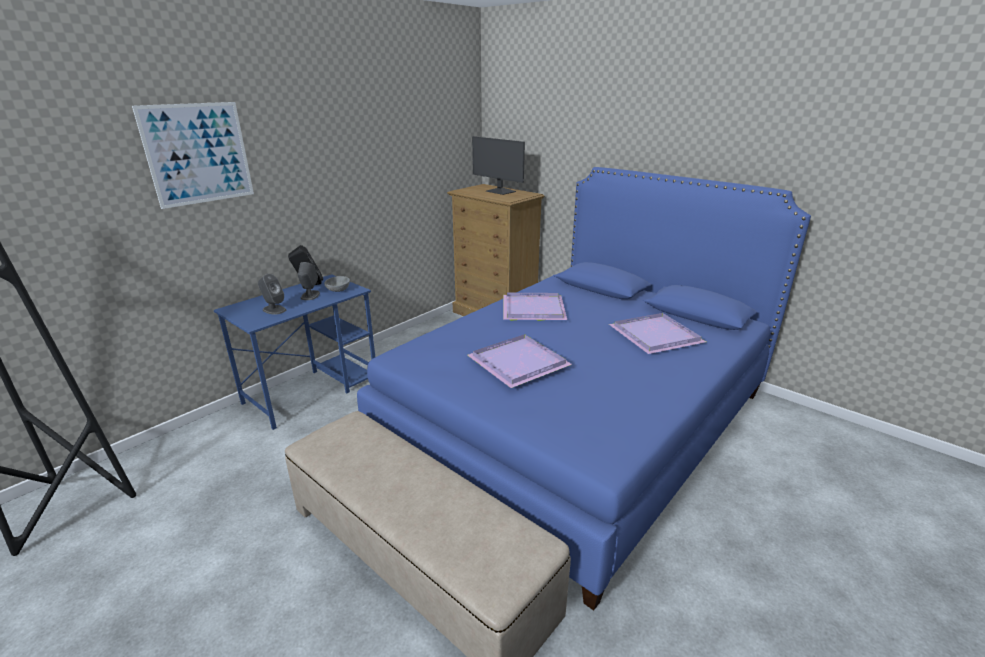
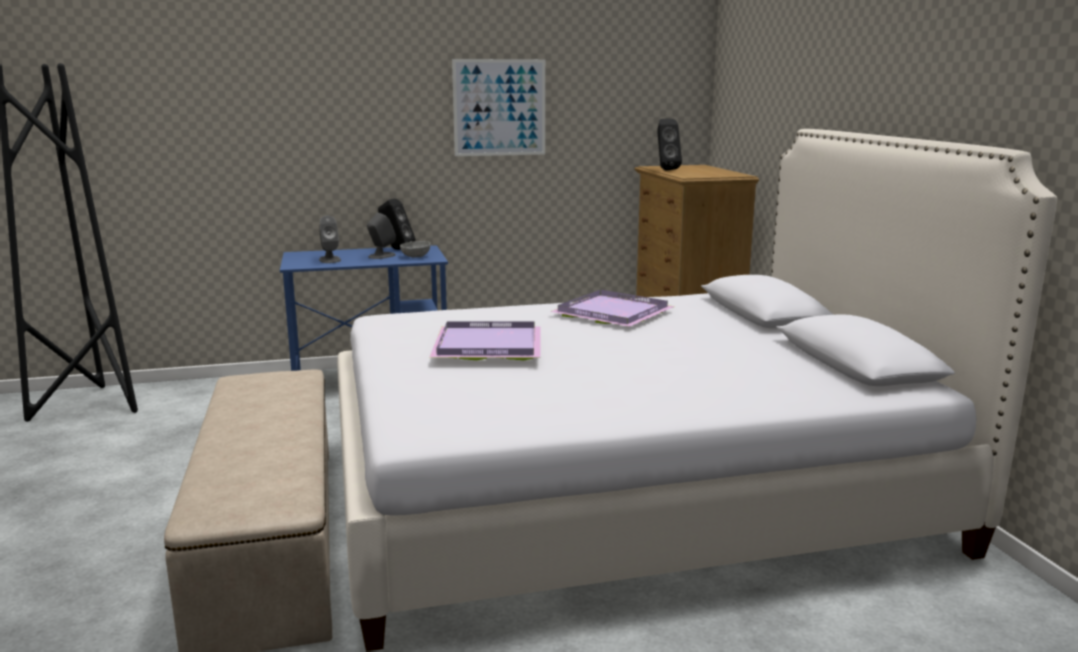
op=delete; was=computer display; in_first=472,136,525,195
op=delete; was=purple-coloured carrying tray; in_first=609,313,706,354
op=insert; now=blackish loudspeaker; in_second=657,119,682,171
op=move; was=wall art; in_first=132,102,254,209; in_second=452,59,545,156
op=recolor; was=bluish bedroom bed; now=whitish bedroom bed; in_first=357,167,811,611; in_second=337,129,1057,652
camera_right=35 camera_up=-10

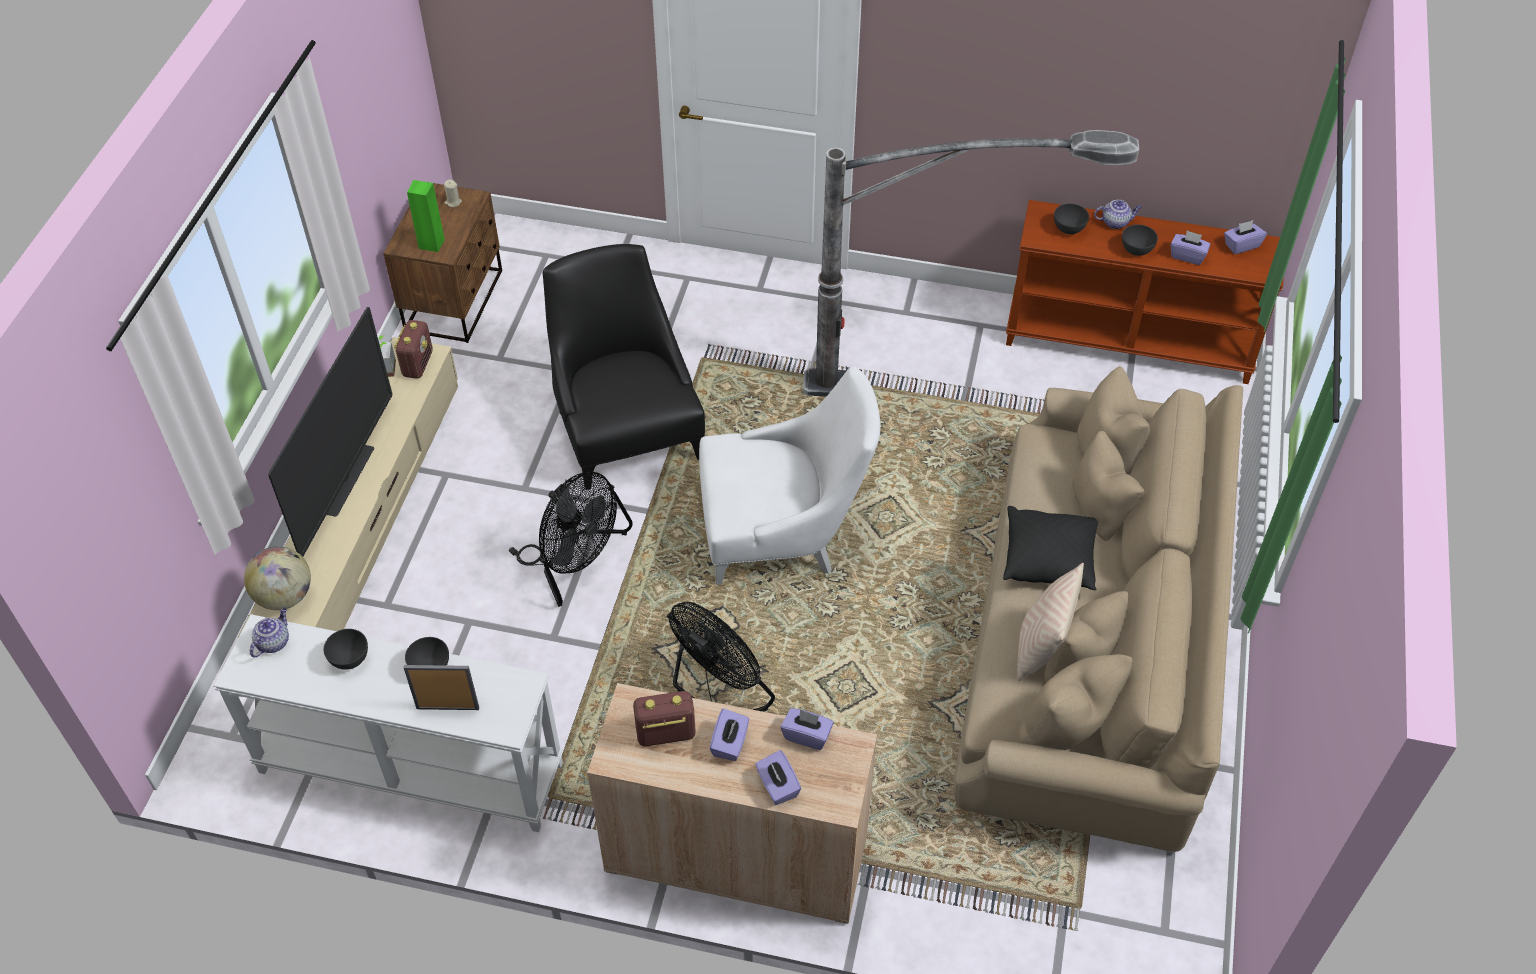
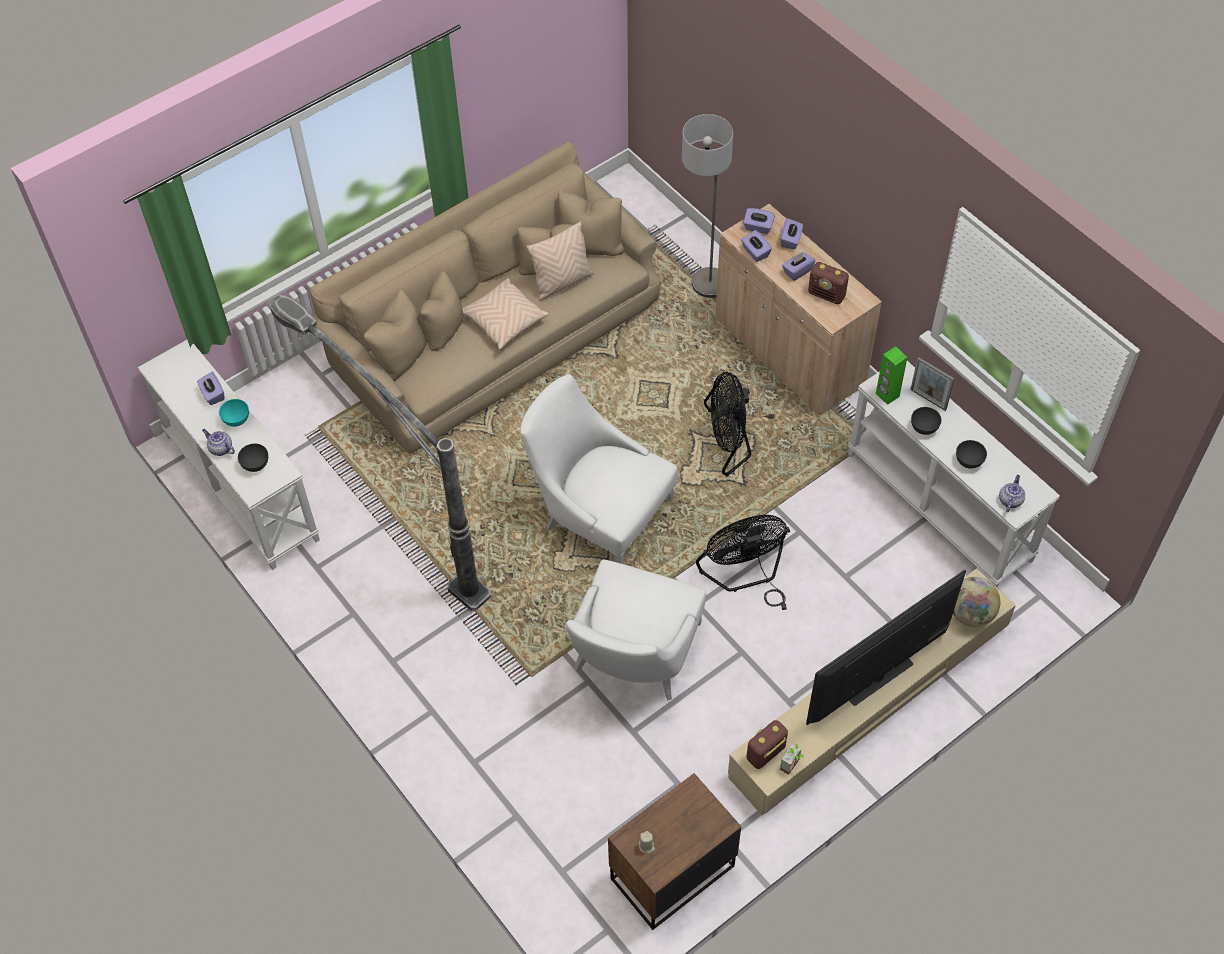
op=insert; now=grey floor lamp; in_second=682,114,733,298
op=move; was=green-coloured loudspeaker; in_first=407,180,445,252; in_second=876,346,907,405
op=move; was=purple-coloured tissue holder; in_first=1224,220,1267,254; in_second=743,208,775,234
op=recolor; was=blackish lounge chair; now=whitish lounge chair; in_first=543,244,705,490; in_second=566,559,706,701
op=recolor; was=blackish throw pillow; now=beige throw pillow; in_first=1003,506,1098,590; in_second=463,278,549,349
op=recolor; was=brown console table; now=whitish console table; in_first=1006,200,1284,384; in_second=138,340,320,570
op=recolor; was=grey deep dish; now=turquoise deep dish; in_first=1122,224,1158,256; in_second=219,399,249,427
op=rotate; was=tea pot; in_first=250,607,289,657; in_second=999,475,1025,512; clockwise=135
camera_right=-140 camera_up=5

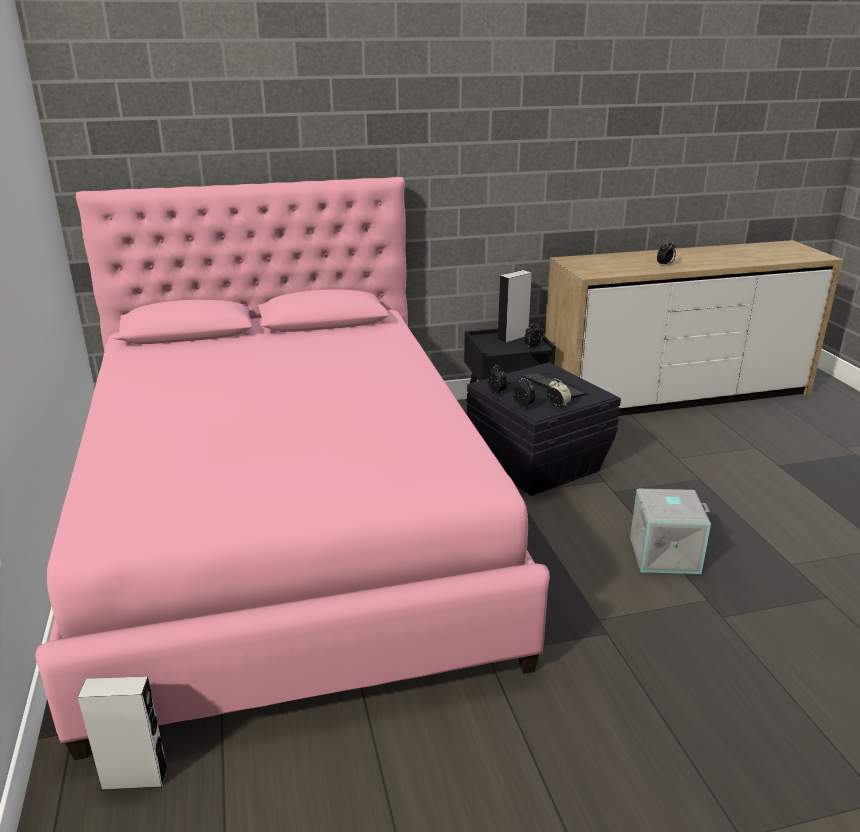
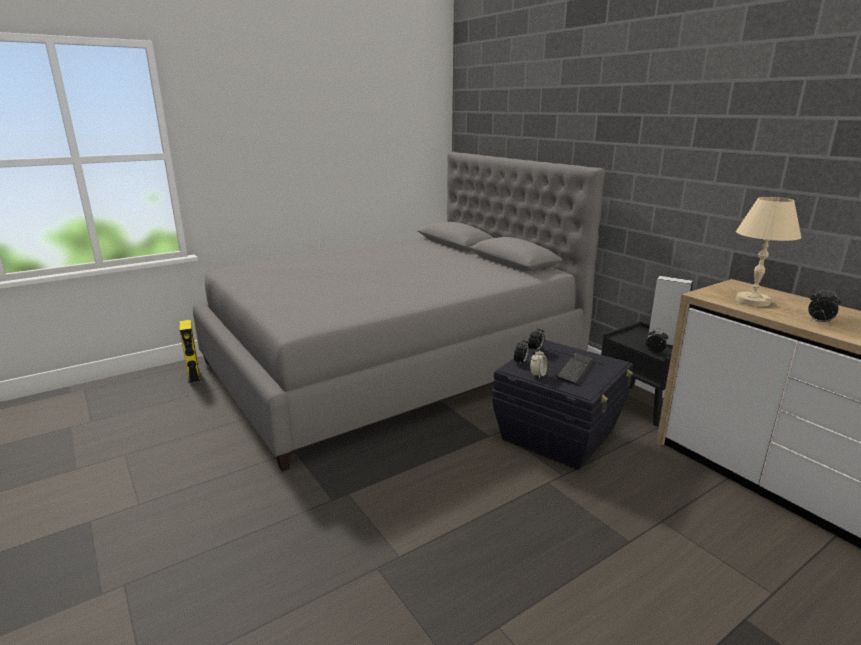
op=delete; was=grey storage container; in_first=630,489,711,574
op=insert; now=beige table lamp; in_second=736,197,801,307
op=recolor; was=pink-coloured bedroom bed; now=grey bedroom bed; in_first=35,177,550,760; in_second=193,152,605,472
op=recolor; was=grey loudspeaker; now=yellow-coloured loudspeaker; in_first=78,676,168,791; in_second=179,319,201,383
camera_right=70 camera_up=-5

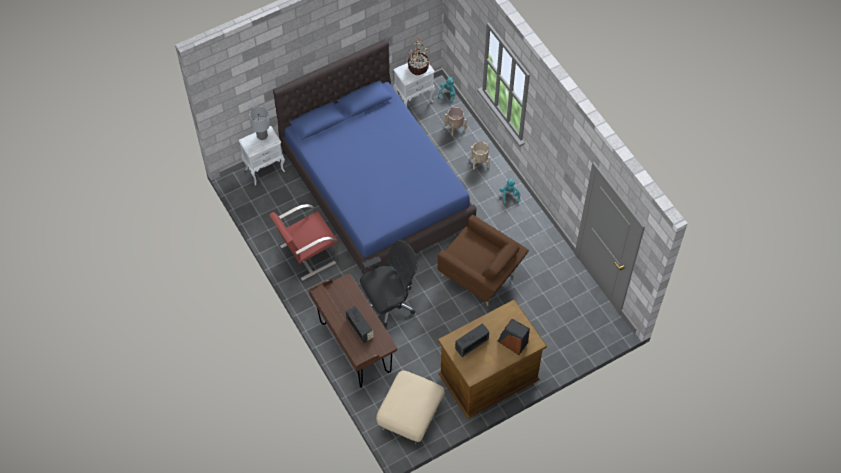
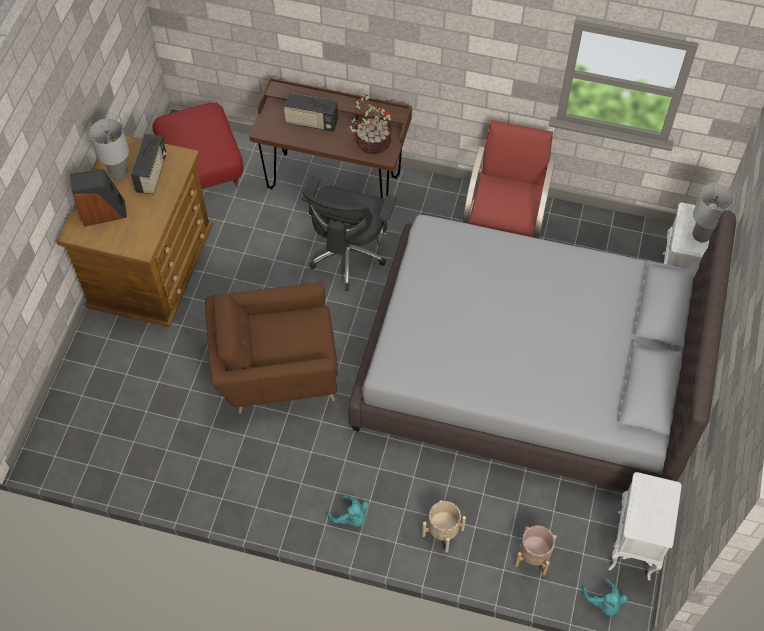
op=insert; now=grey table lamp; in_second=89,118,129,180
op=move; was=potted plant; in_first=408,39,431,75; in_second=347,94,393,154
op=recolor; was=bluish bedroom bed; now=grey bedroom bed; in_first=273,39,477,275; in_second=348,211,736,491
op=recolor; was=beige footrest; now=red footrest; in_first=376,370,445,444; in_second=152,103,243,189
camera_right=135 camera_up=0

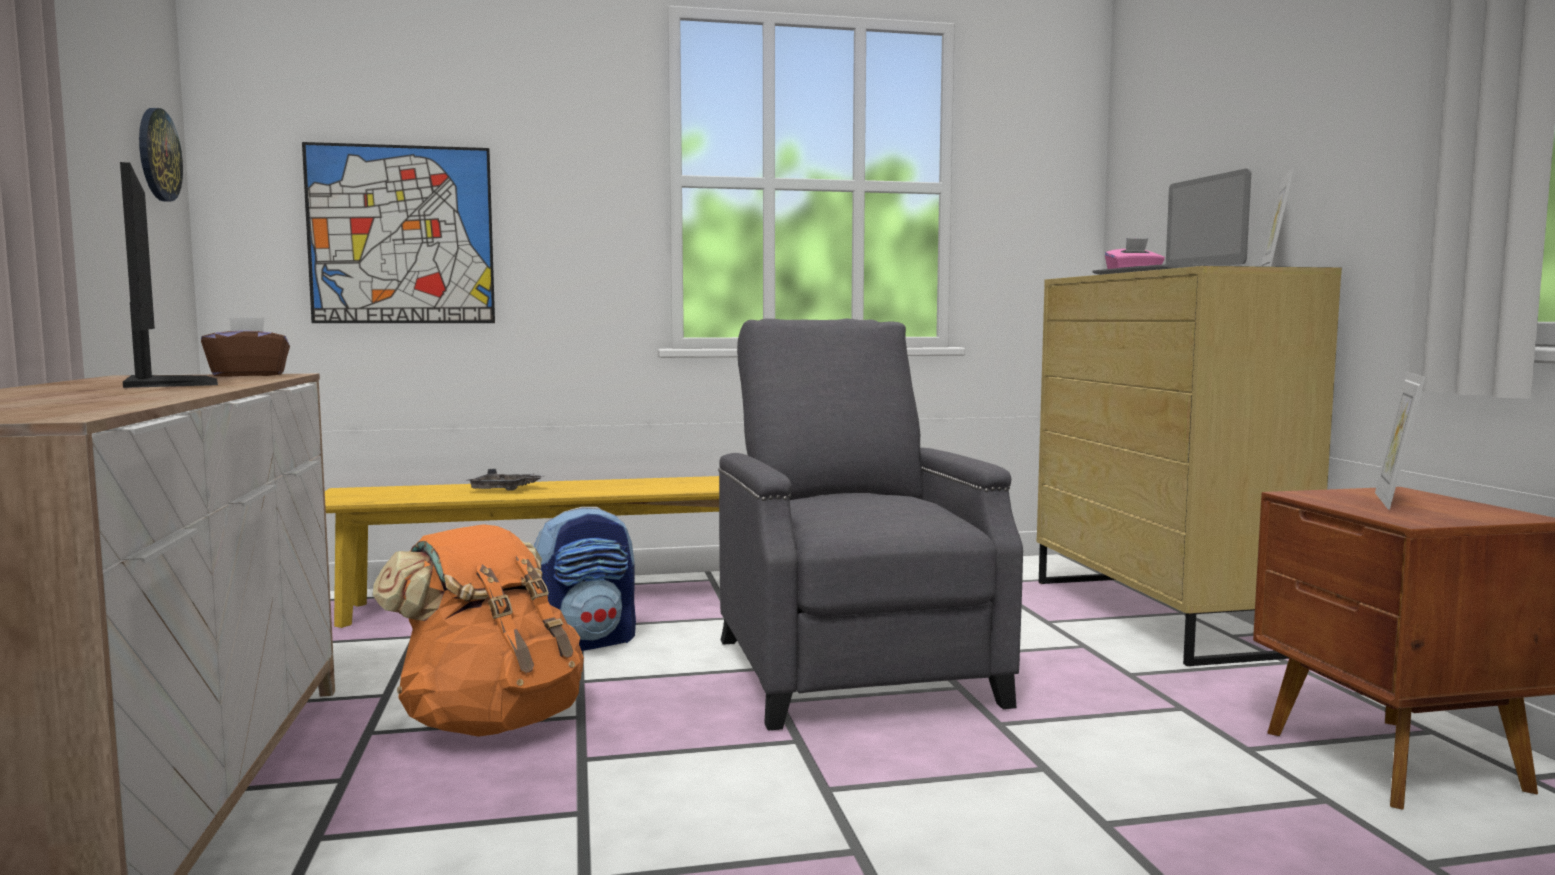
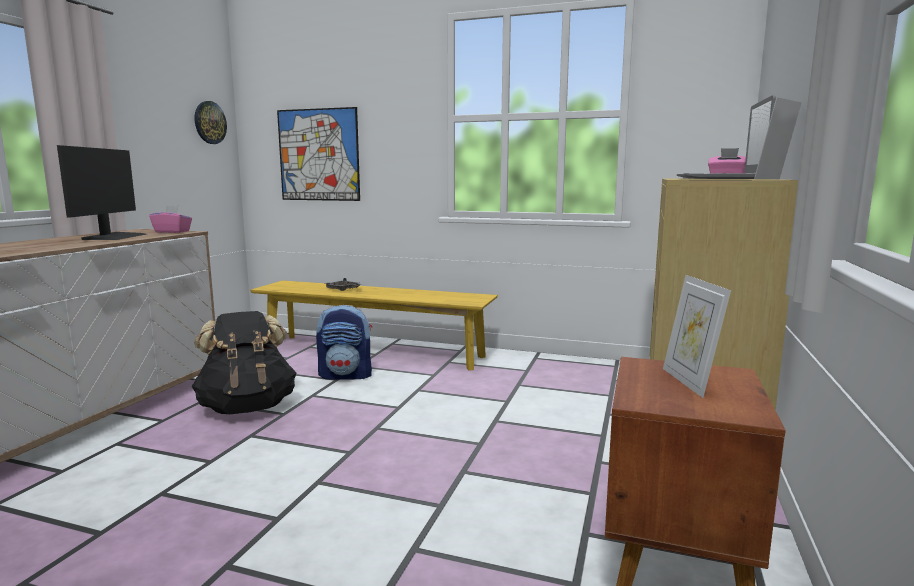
op=delete; was=grey lounge chair; in_first=718,318,1023,730
op=recolor; was=brown tissue holder; now=pink-coloured tissue holder; in_first=201,317,290,377; in_second=149,205,192,233
op=recolor; was=orange backpack; now=blackish backpack; in_first=373,524,584,737; in_second=192,311,296,414
op=rotate; was=photo frame; in_first=1375,372,1426,510; in_second=663,275,731,398; clockwise=-60
camera_right=30 camera_up=5

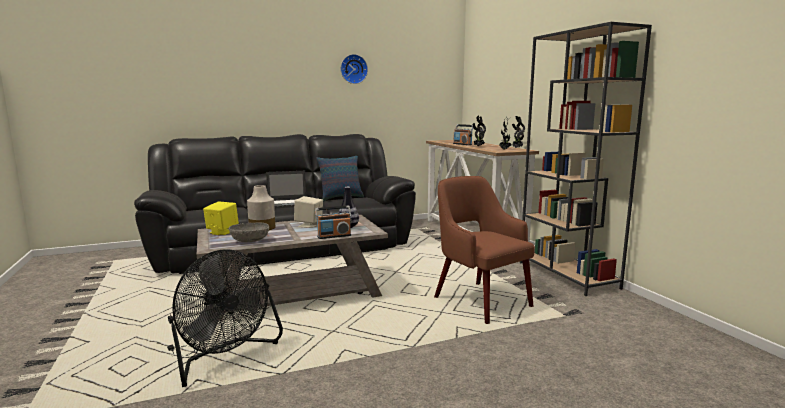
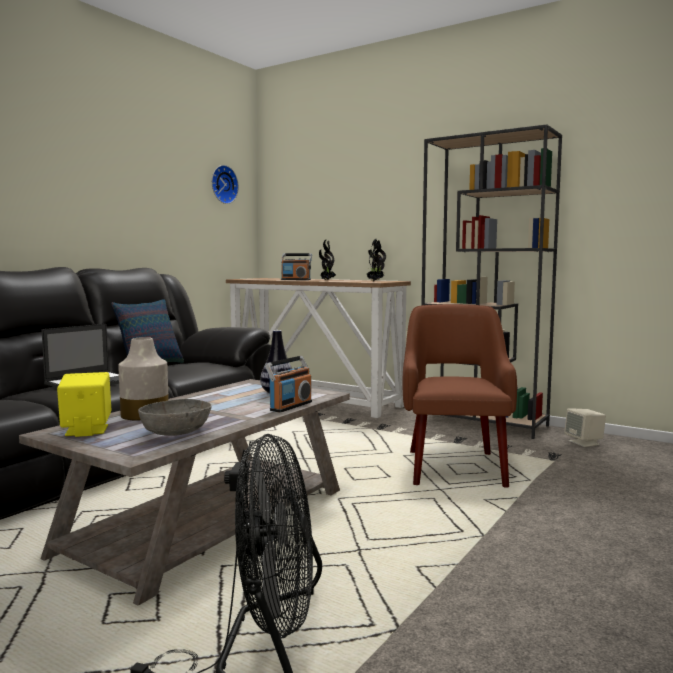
op=move; was=beige loudspeaker; in_first=294,196,323,228; in_second=564,409,606,447
op=move; was=wall clock; in_first=340,54,368,84; in_second=212,165,239,204
op=rotate; was=brown lounge chair; in_first=434,176,535,324; in_second=403,304,517,488; clockwise=75
camera_right=-35 camera_up=-5

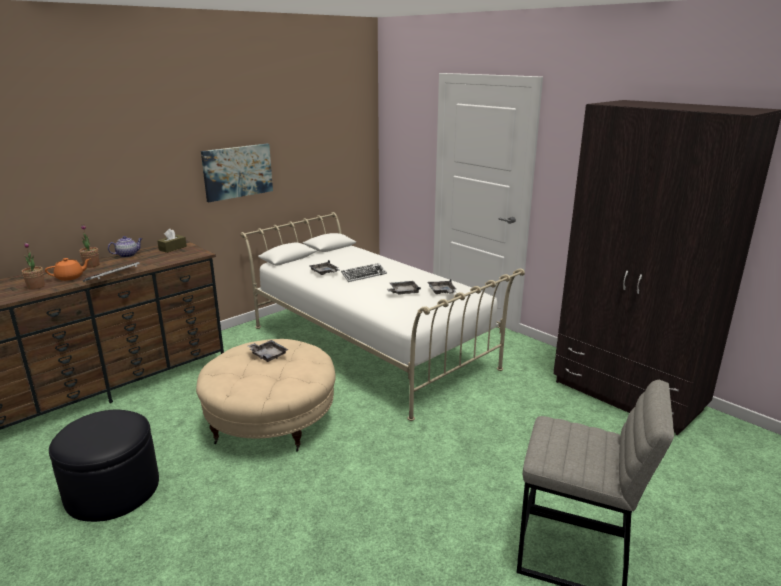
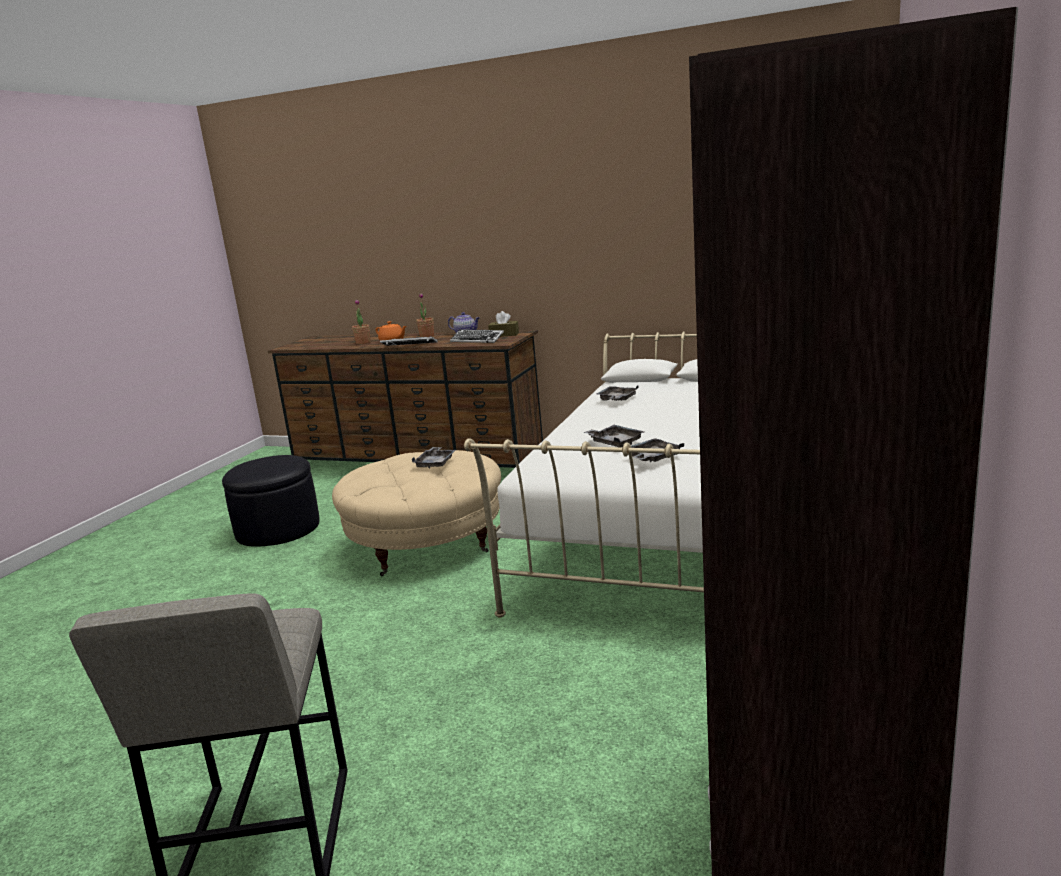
op=delete; was=wall art; in_first=201,144,273,202
op=move; was=computer keyboard; in_first=341,263,387,282; in_second=450,329,504,343
camera_right=65 camera_up=-5

